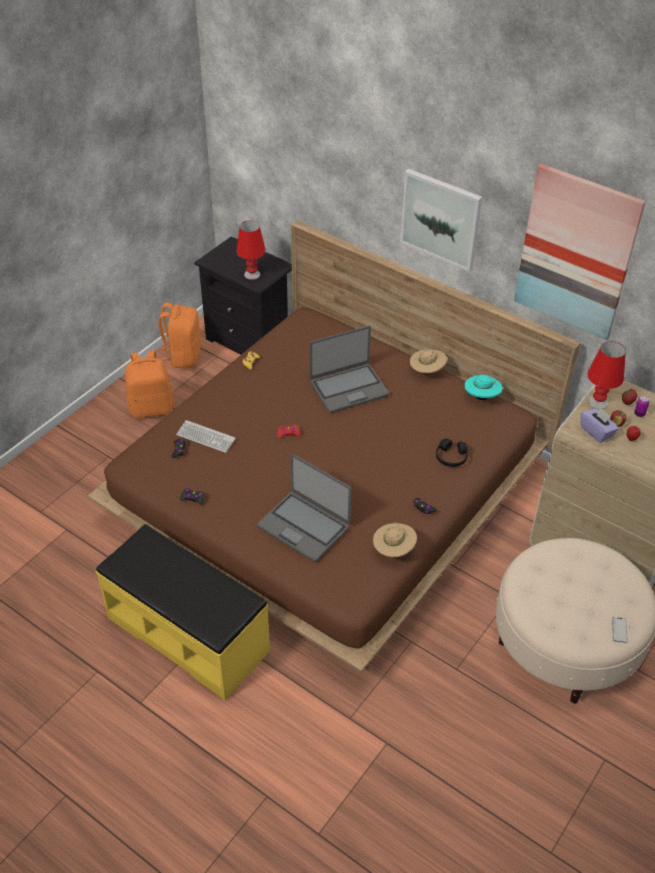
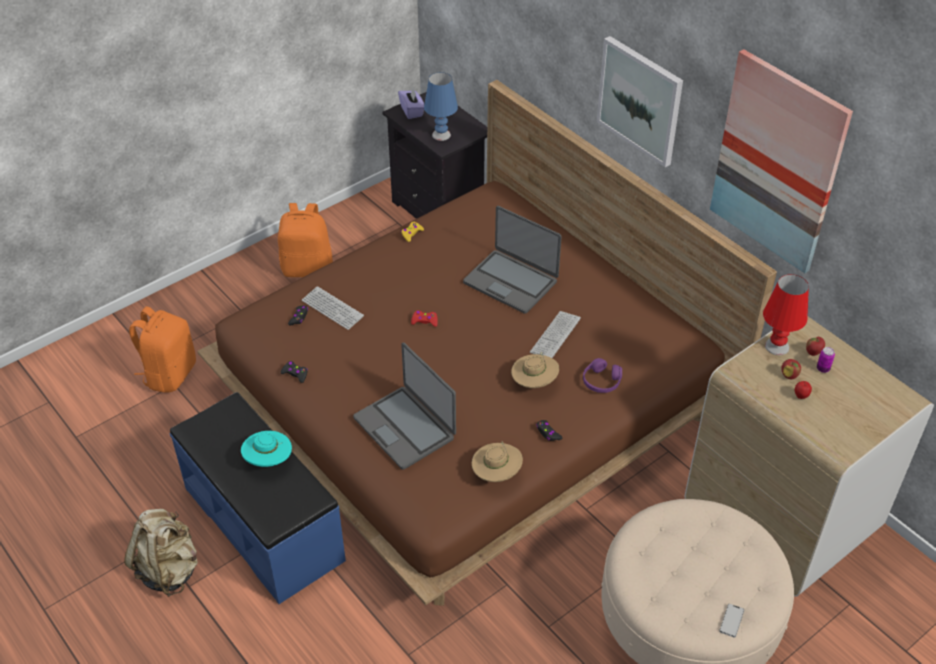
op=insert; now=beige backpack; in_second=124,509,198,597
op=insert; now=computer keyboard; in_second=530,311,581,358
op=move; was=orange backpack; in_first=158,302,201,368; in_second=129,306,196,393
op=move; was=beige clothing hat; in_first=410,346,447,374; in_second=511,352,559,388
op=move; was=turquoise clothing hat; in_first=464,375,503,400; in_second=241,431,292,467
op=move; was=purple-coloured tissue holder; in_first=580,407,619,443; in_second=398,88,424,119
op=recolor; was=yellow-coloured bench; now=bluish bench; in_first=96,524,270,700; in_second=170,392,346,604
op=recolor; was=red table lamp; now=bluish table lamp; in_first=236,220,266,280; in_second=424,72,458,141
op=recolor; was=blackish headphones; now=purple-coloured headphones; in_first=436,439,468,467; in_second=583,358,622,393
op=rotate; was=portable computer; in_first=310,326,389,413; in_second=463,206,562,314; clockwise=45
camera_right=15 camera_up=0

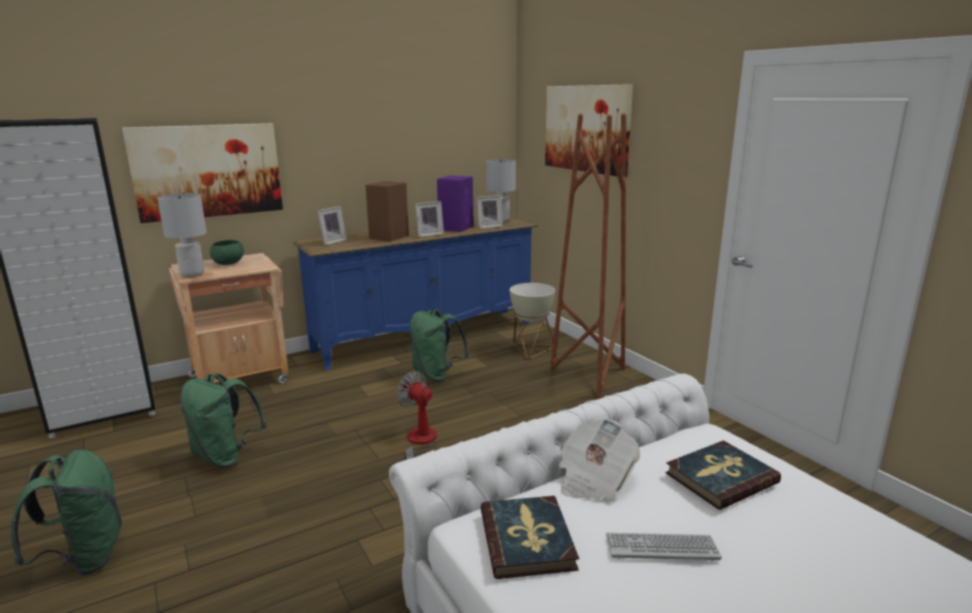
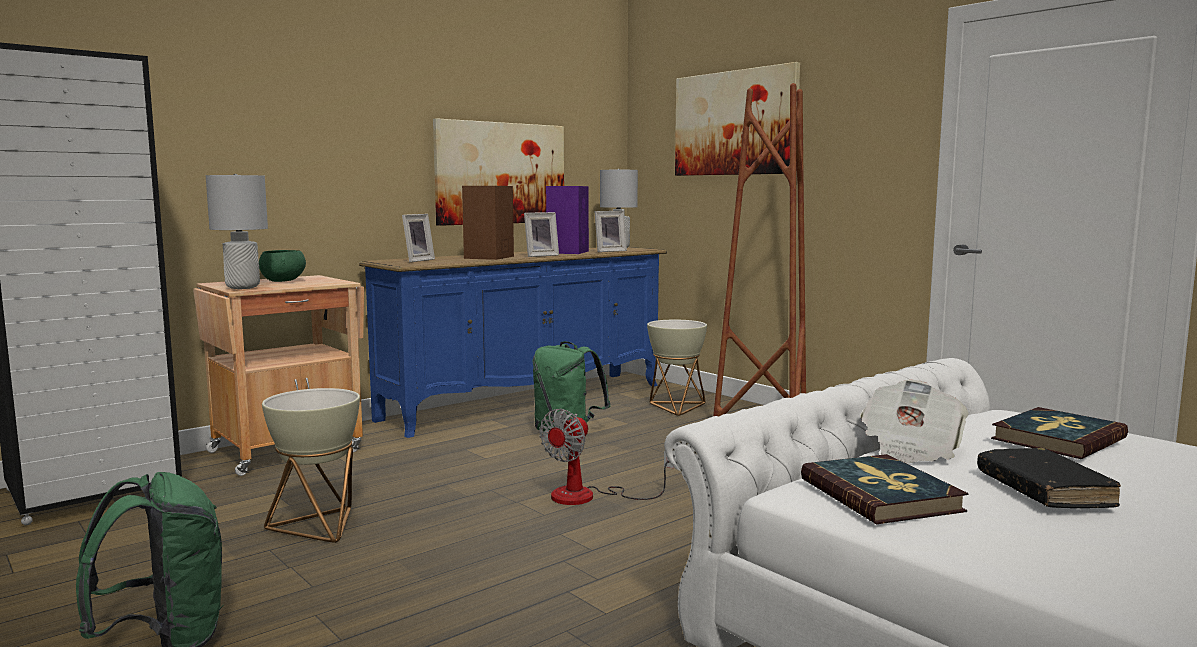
op=move; was=wall art; in_first=122,123,283,223; in_second=433,118,564,226
op=replace; was=green-coloured backpack; now=plant pot; in_first=180,373,266,467; in_second=262,388,360,543
op=replace; was=computer keyboard; now=blackish book; in_first=606,533,722,561; in_second=977,448,1121,508
op=rotate; was=cooling fan; in_first=396,371,438,461; in_second=539,409,674,505; clockwise=-90
camera_right=-10 camera_up=-10

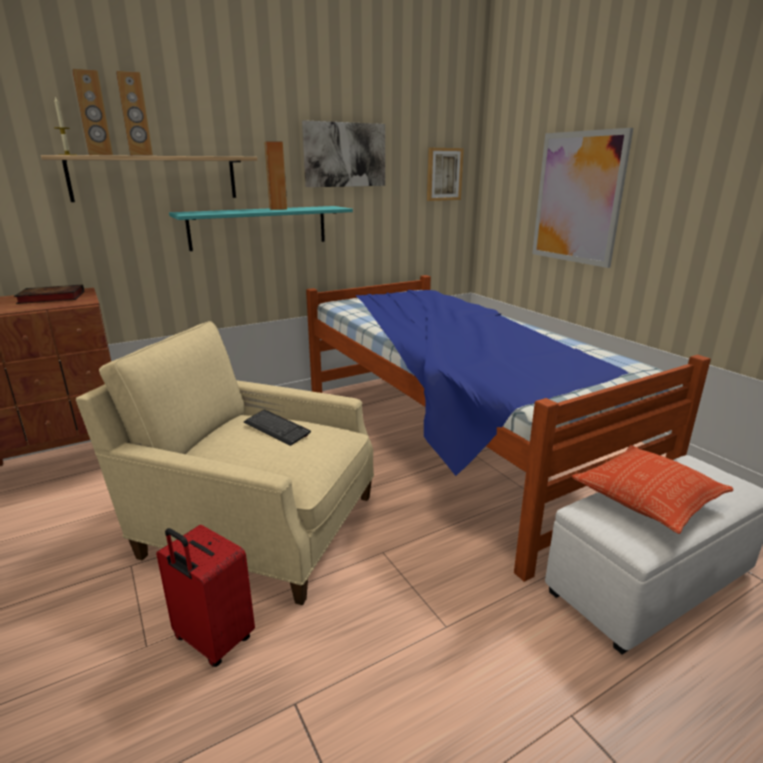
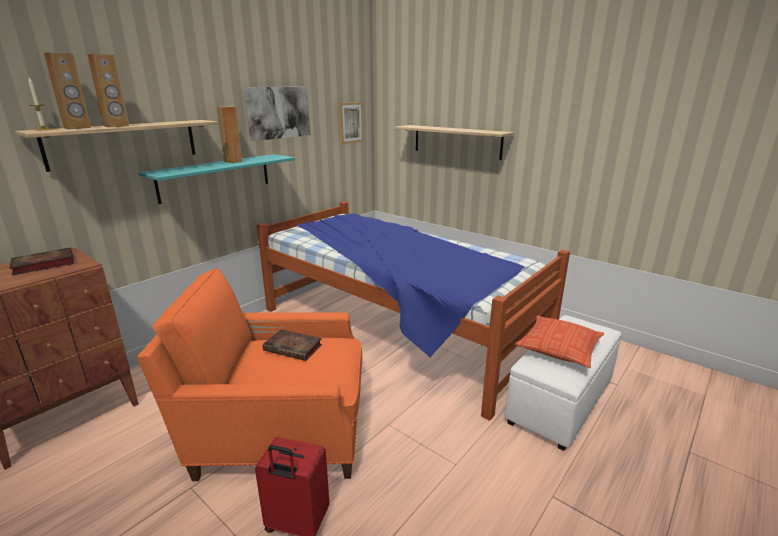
op=replace; was=computer keyboard; now=book; in_first=244,410,311,446; in_second=263,329,322,361
op=replace; was=wall art; now=bracket shelf; in_first=532,128,633,268; in_second=395,125,514,160
op=recolor; was=beige lounge chair; now=orange lounge chair; in_first=76,321,374,605; in_second=137,268,362,481
camera_right=-20 camera_up=0

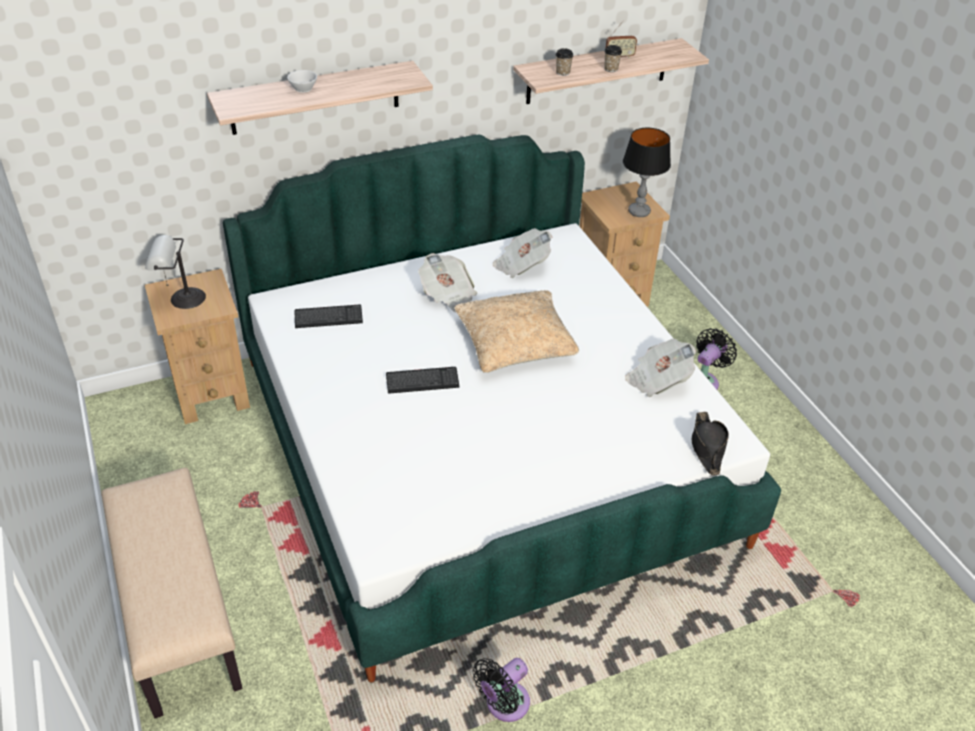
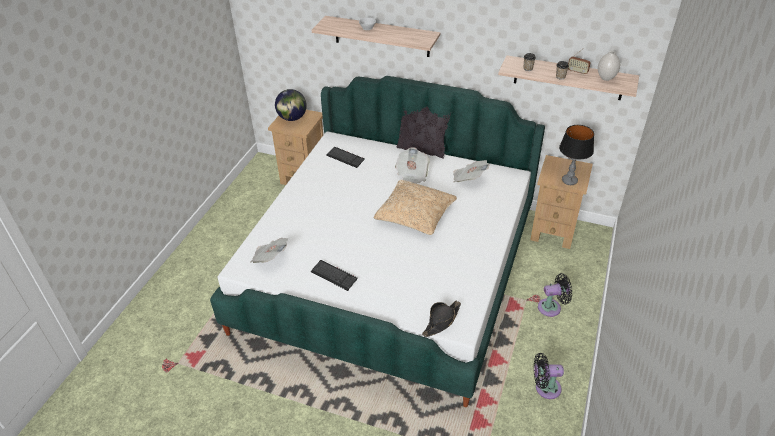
op=delete; was=beige bench; in_first=101,468,243,718
op=insert; now=blackish throw pillow; in_second=397,106,451,159
op=insert; now=whitish vase; in_second=598,51,620,81
op=move; was=computer keyboard; in_first=386,367,459,394; in_second=311,260,358,291
op=move; was=blackish cooling fan; in_first=472,658,530,722; in_second=534,353,564,399
op=move; was=newspaper; in_first=625,339,696,397; in_second=250,238,288,263
op=replace; was=table lamp; now=desk globe; in_first=145,235,206,309; in_second=275,89,307,121
camera_right=45 camera_up=0

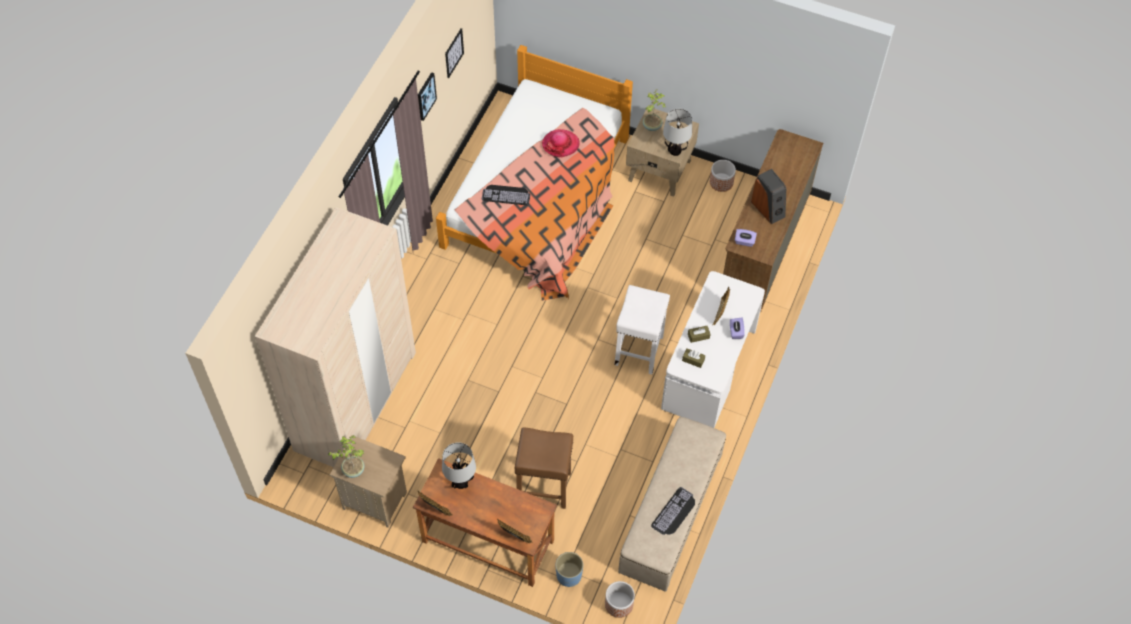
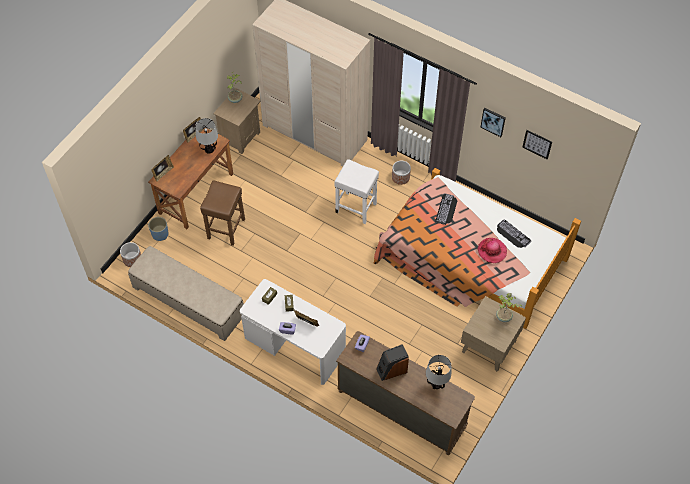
op=move; was=whitish stool; in_first=614,285,670,374; in_second=334,159,379,224
op=move; was=computer keyboard; in_first=651,487,695,535; in_second=497,220,531,248
op=move; was=table lamp; in_first=663,109,692,156; in_second=426,355,451,389
op=move; was=plant pot; in_first=710,160,736,192; in_second=392,161,411,185
camera_right=100 camera_up=0

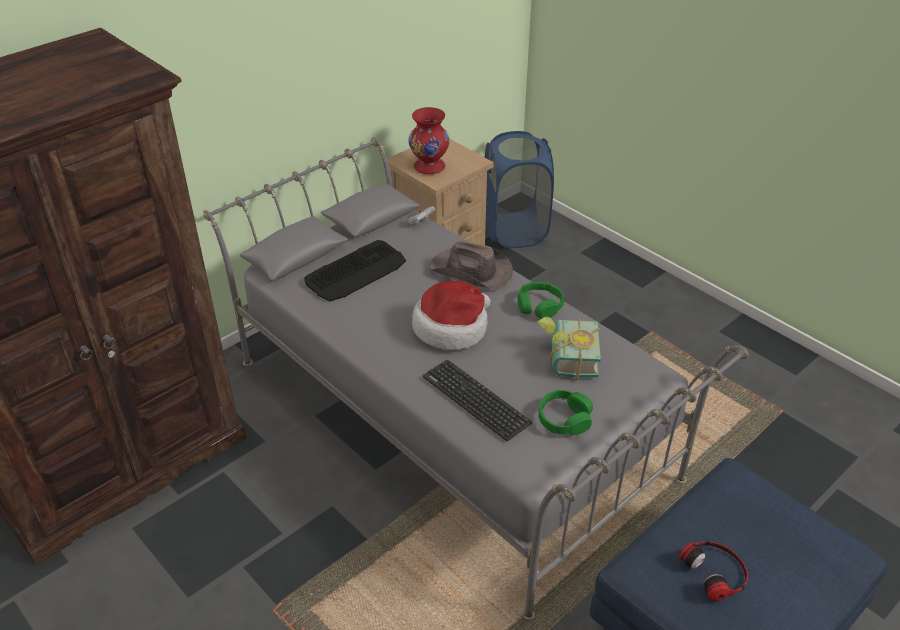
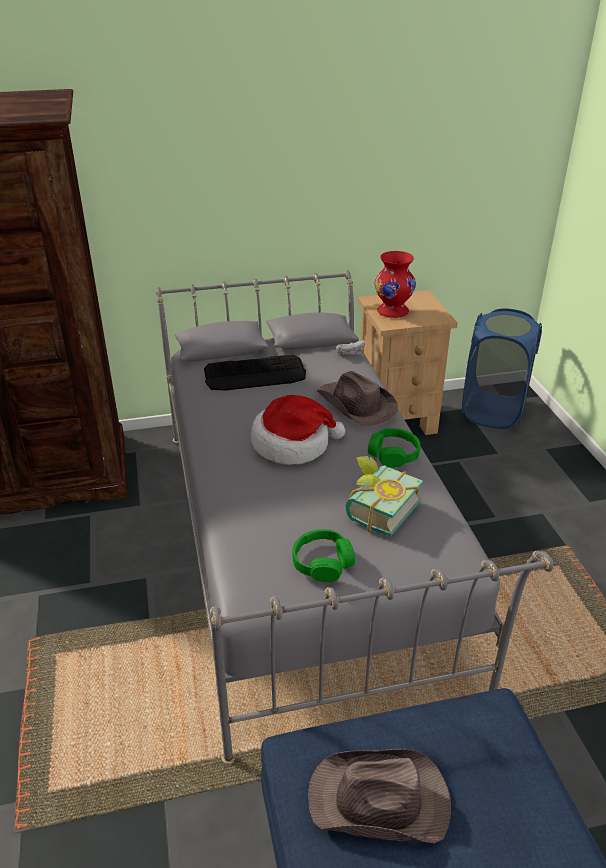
op=delete; was=computer keyboard; in_first=423,360,532,441
op=replace; was=headphones; now=brown clothing hat; in_first=679,541,748,601; in_second=308,749,451,843
camera_right=30 camera_up=-5

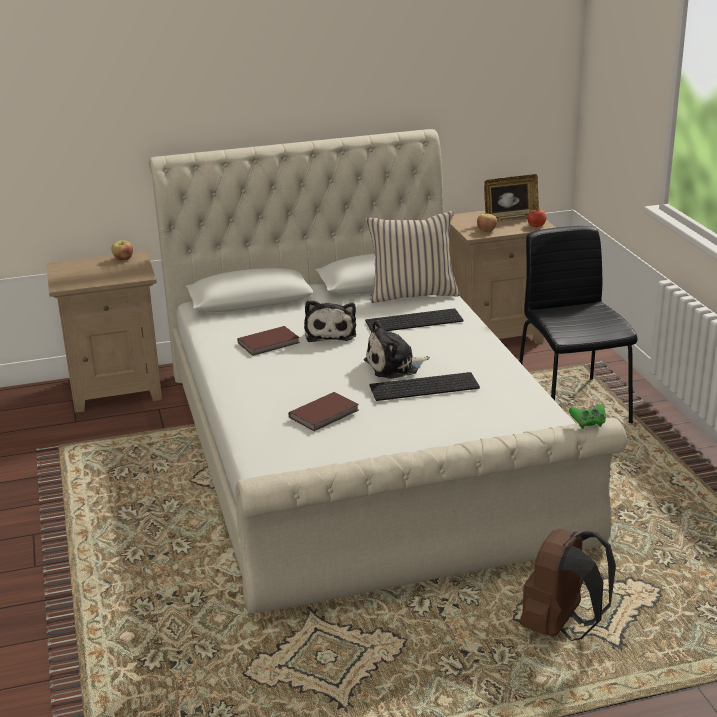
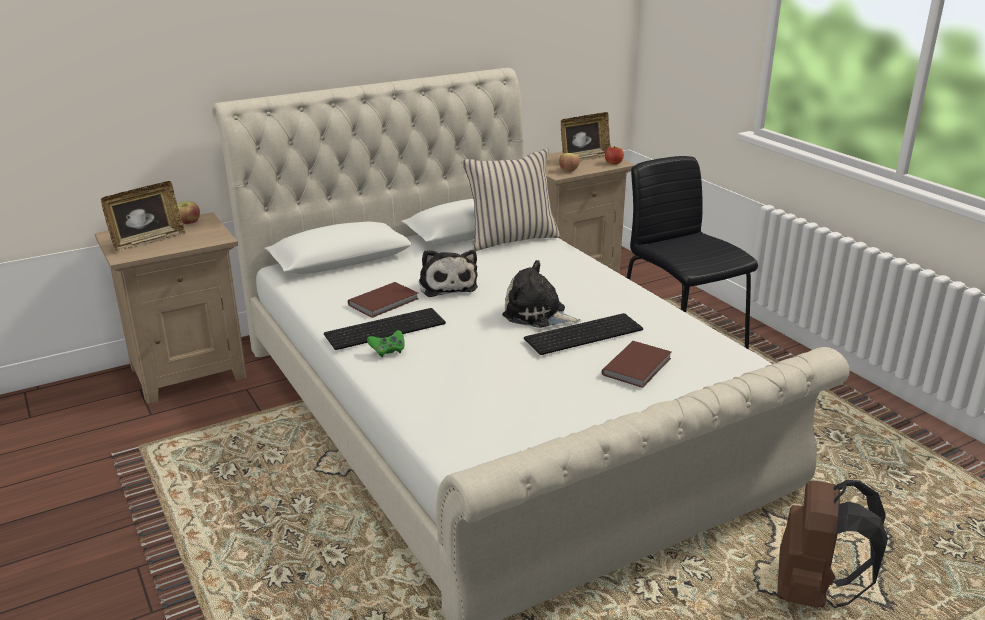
op=insert; now=photo frame; in_second=101,181,185,252
op=move; was=brown book; in_first=289,392,359,431; in_second=602,341,671,388
op=move; was=computer keyboard; in_first=365,308,463,332; in_second=324,308,446,350
op=move; was=green-coloured joypad; in_first=569,404,606,429; in_second=367,330,405,357
op=rotate; was=plush toy; in_first=364,320,430,379; in_second=502,260,581,328; clockwise=60
camera_right=-15 camera_up=0

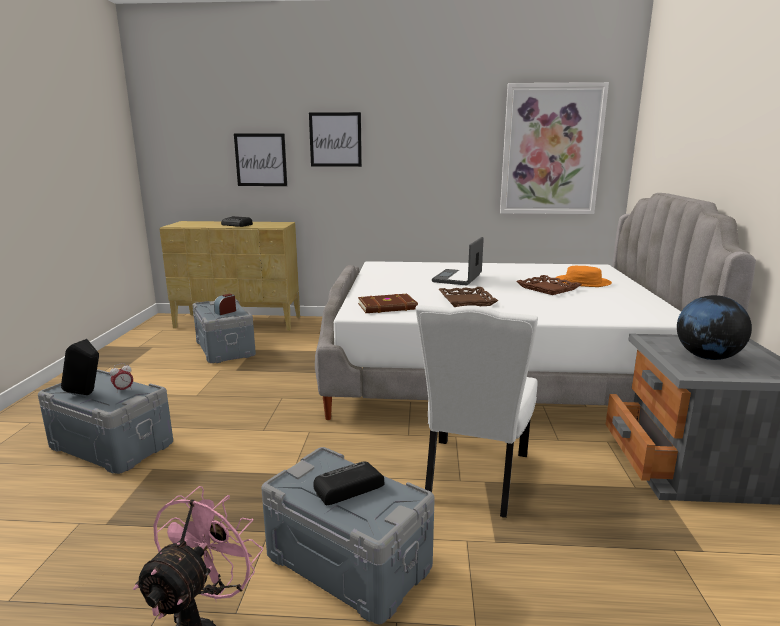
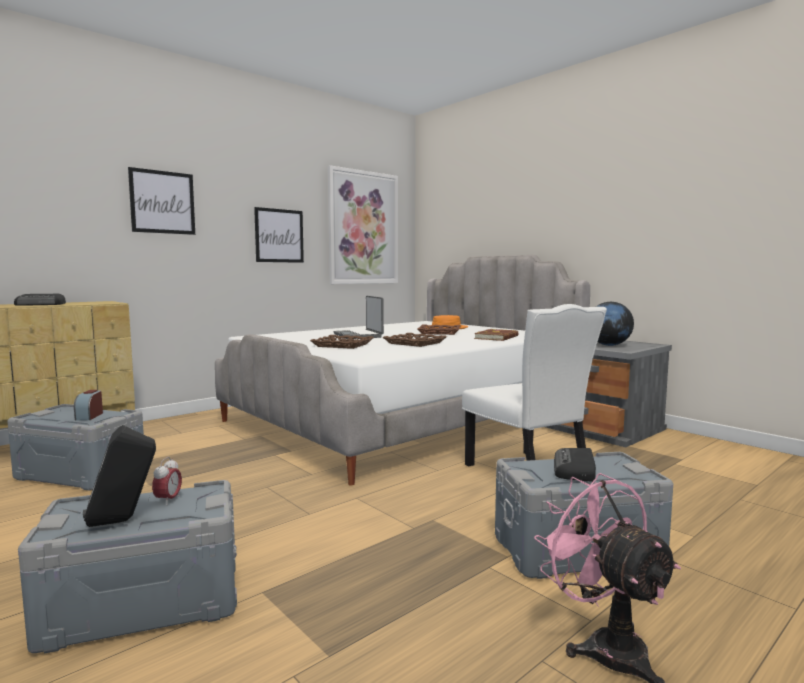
op=insert; now=brown carrying tray; in_second=310,335,374,349
op=move; was=wall art; in_first=234,134,287,186; in_second=254,207,304,263
op=move; was=brown book; in_first=358,294,418,313; in_second=474,329,518,341
camera_right=-45 camera_up=-10

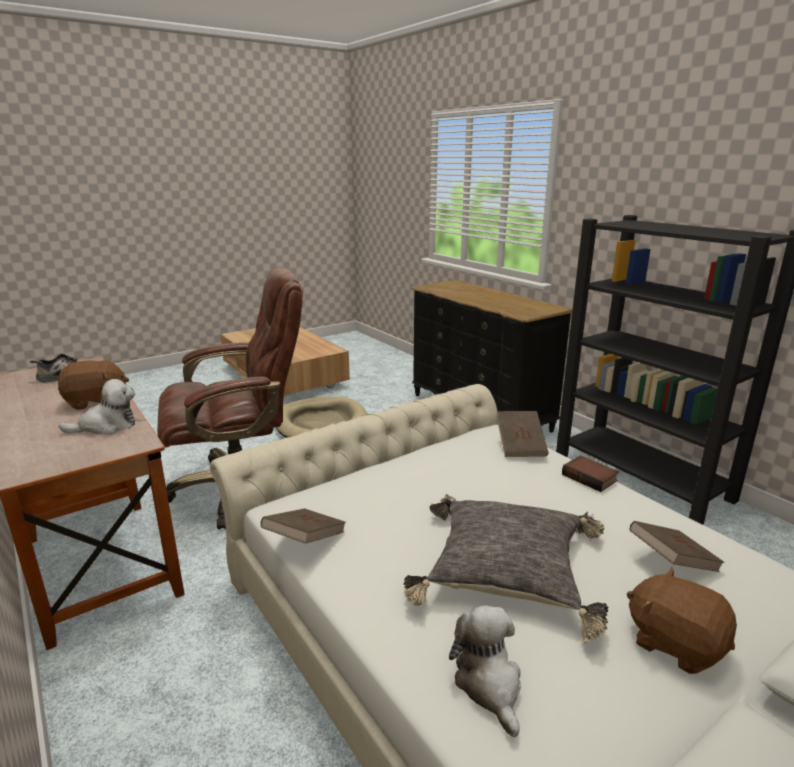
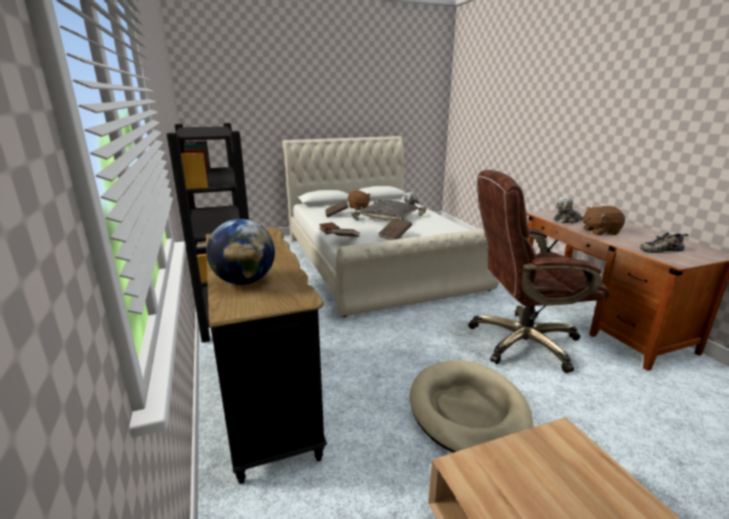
op=insert; now=desk globe; in_second=206,219,275,285
op=move; was=brown book; in_first=261,508,346,544; in_second=378,218,412,240
camera_right=-165 camera_up=0

